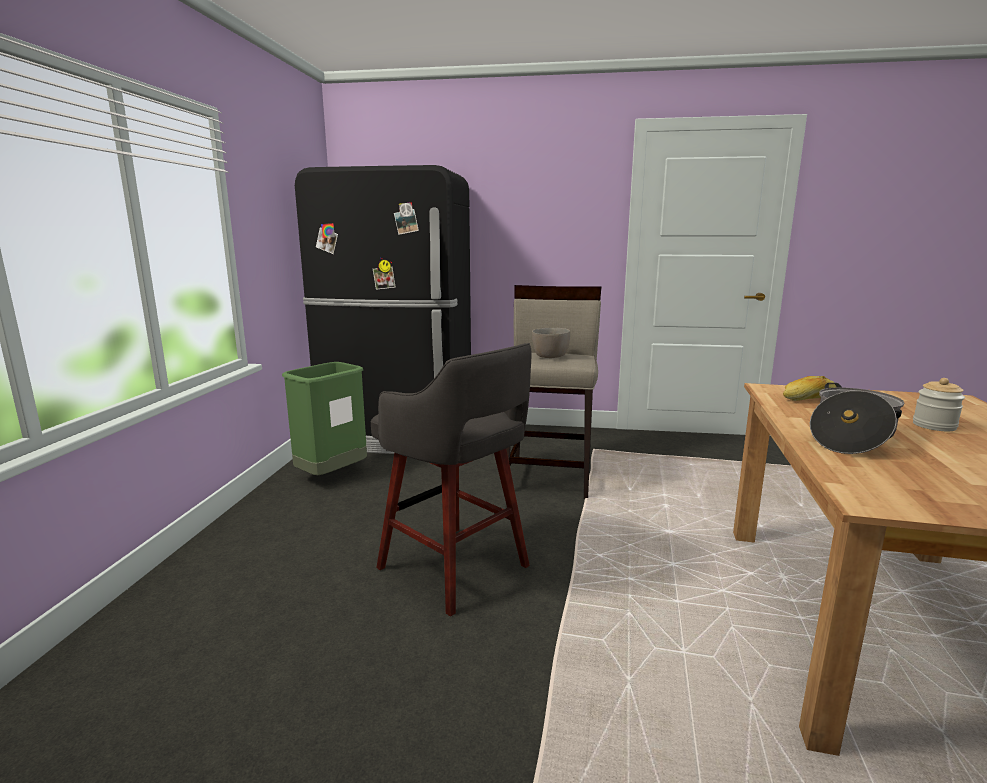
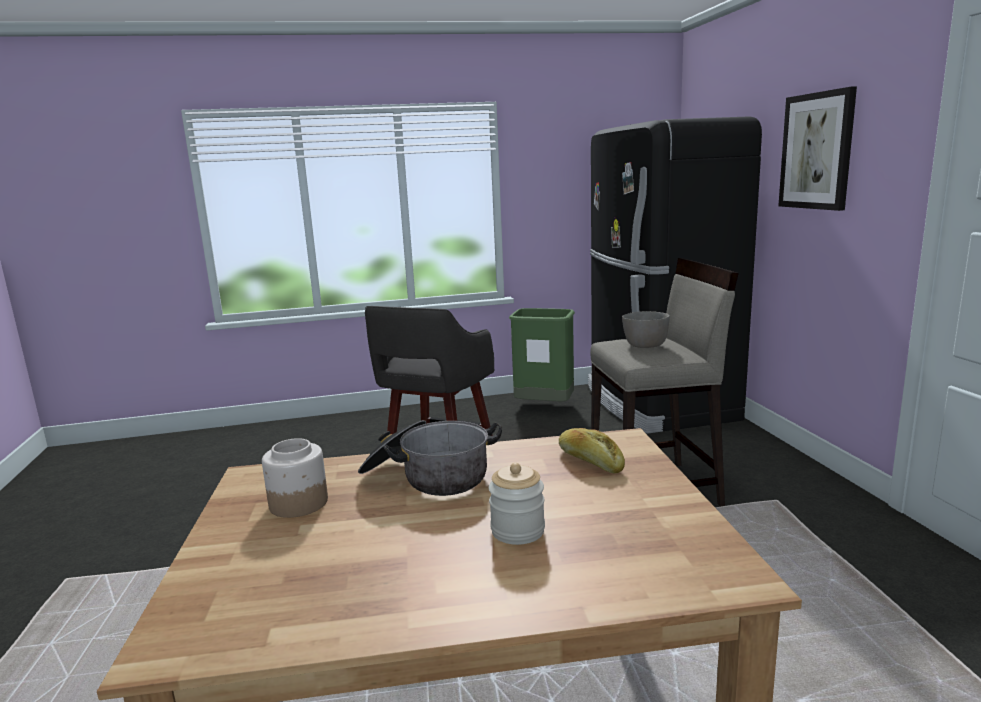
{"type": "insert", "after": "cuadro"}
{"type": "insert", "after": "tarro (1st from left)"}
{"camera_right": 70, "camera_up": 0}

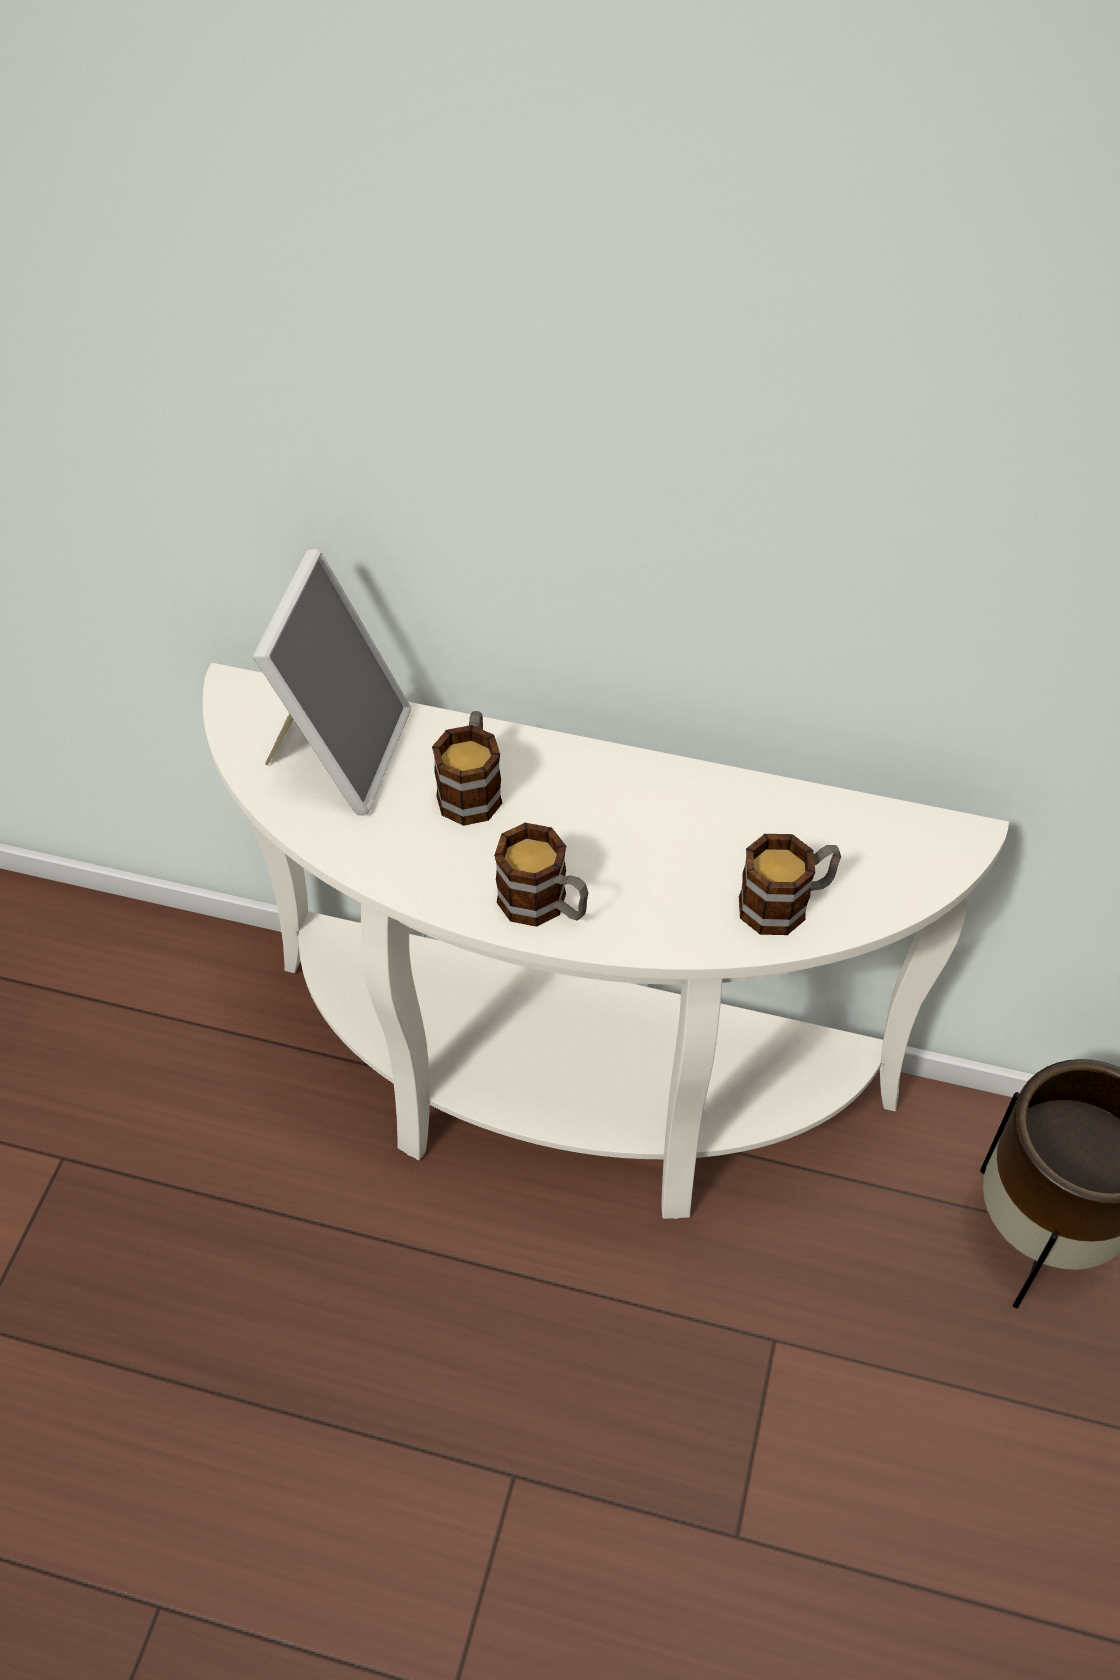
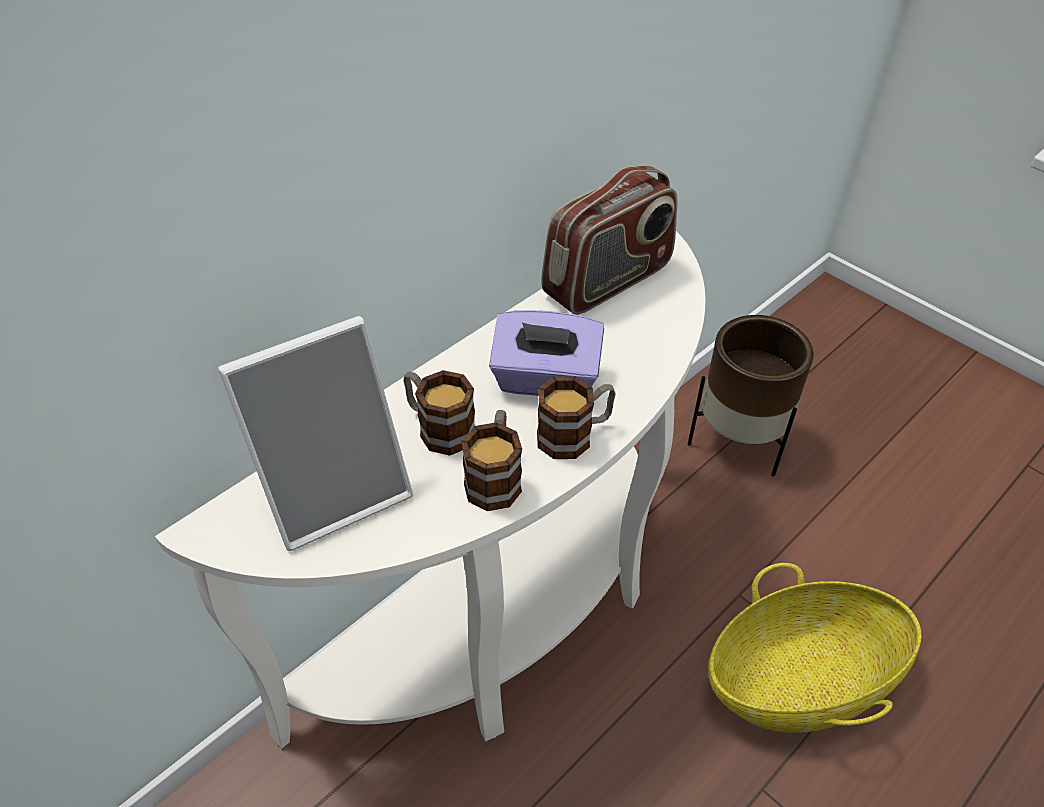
{"type": "rotate", "before": "portarretratos", "turn": 105}
{"type": "move", "before": "taza grande (3rd from left in the first image)", "after": "taza grande (2nd from left)"}
{"type": "insert", "after": "radio"}
{"type": "insert", "after": "caja de pañuelos [morado]"}
{"type": "insert", "after": "cesta"}
{"camera_right": -60, "camera_up": -5}

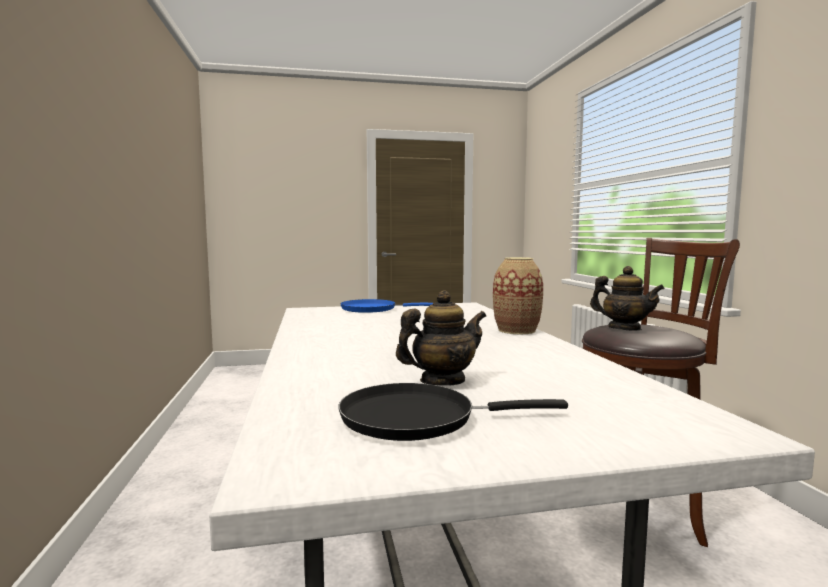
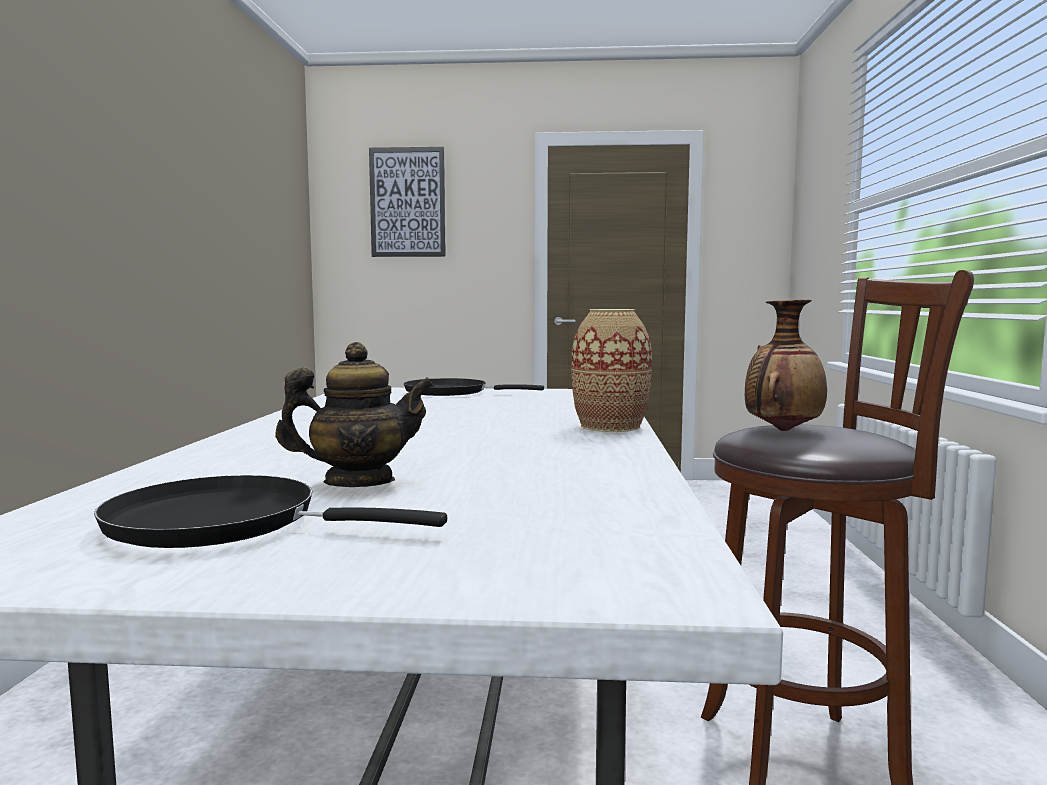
{"type": "replace", "before": "tetera (2nd from left)", "after": "florero (2nd from left)"}
{"type": "recolor", "before": "sartén [azul]", "after": "sartén [negro] (2nd from left)"}
{"type": "insert", "after": "cuadro"}
{"camera_right": 15, "camera_up": 0}

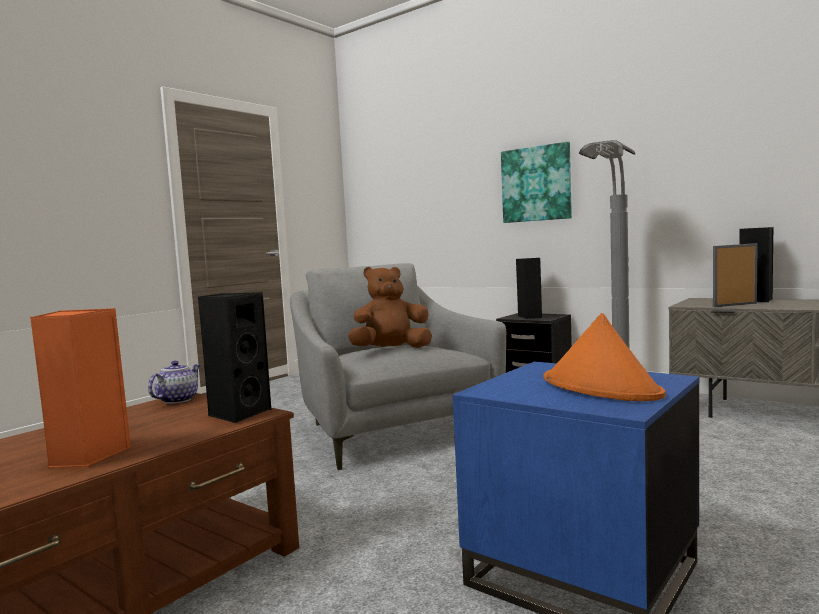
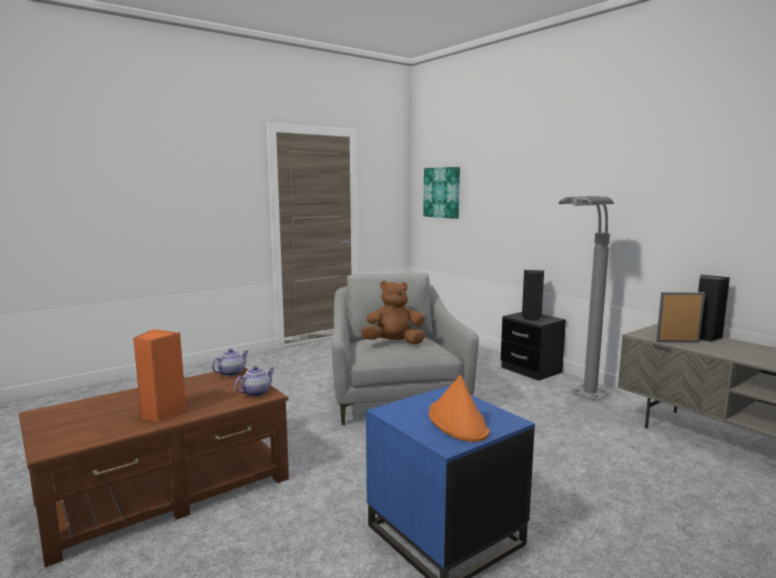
{"type": "move", "before": "cuadro"}
{"type": "replace", "before": "altavoz [negro] (1st from left)", "after": "tetera (2nd from left)"}
{"camera_right": 15, "camera_up": 5}

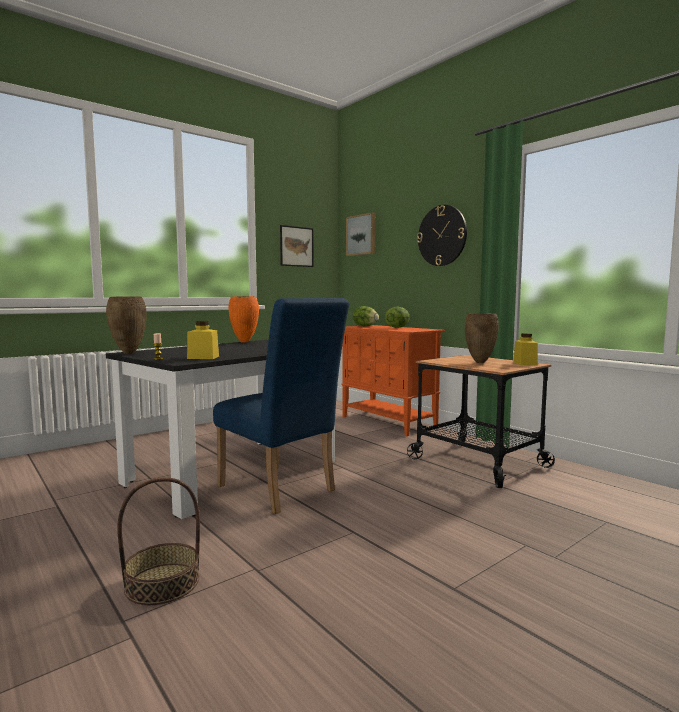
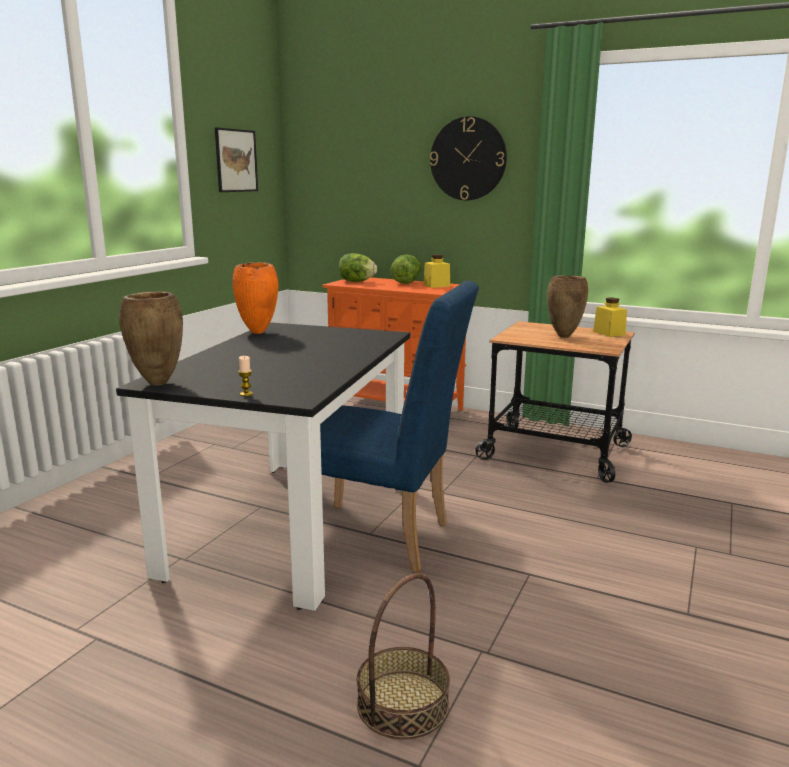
{"type": "delete", "before": "cuadro (2nd from left)"}
{"type": "move", "before": "tarro [amarillo] (1st from left)"}
{"camera_right": -25, "camera_up": 10}

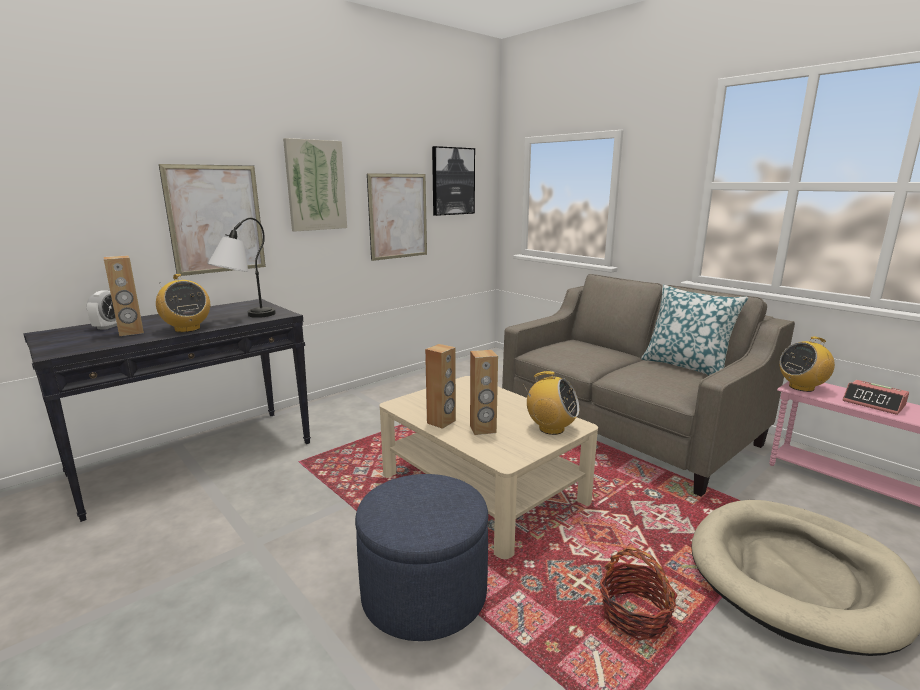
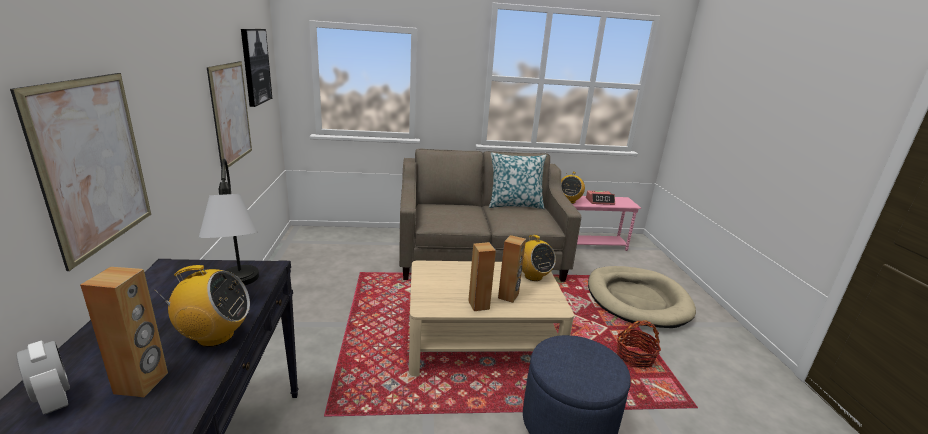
{"type": "delete", "before": "cuadro (2nd from left)"}
{"type": "rotate", "before": "radio (2nd from left)", "turn": 90}
{"camera_right": -55, "camera_up": 5}

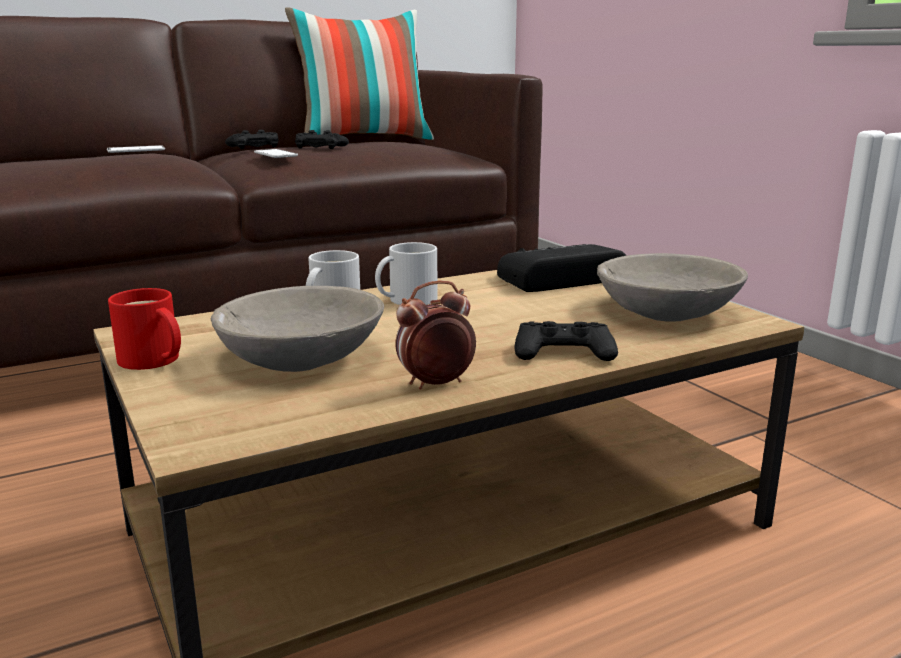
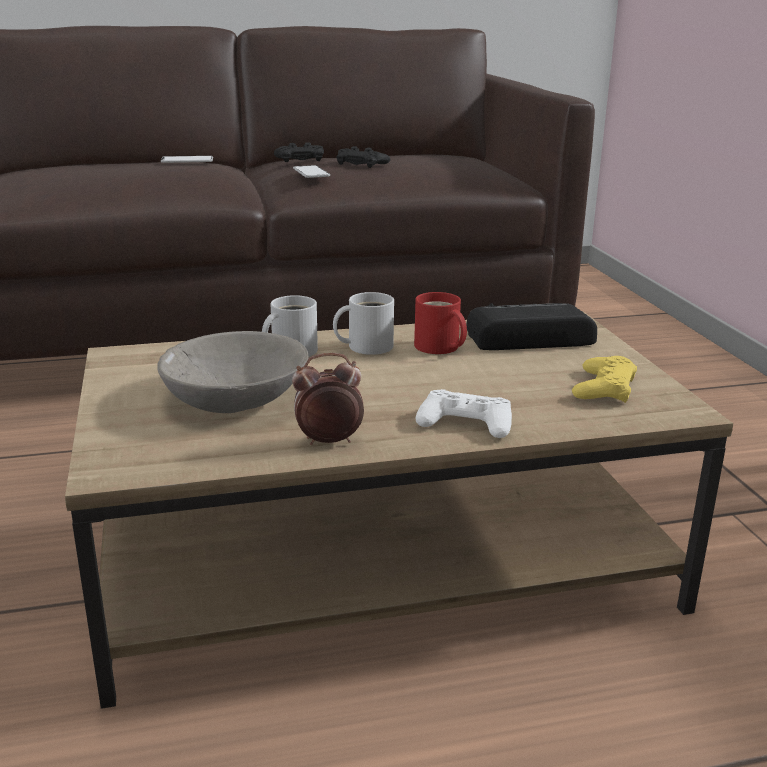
{"type": "delete", "before": "cojín"}
{"type": "replace", "before": "cuenco [gris] (2nd from left)", "after": "mando de consola [amarillo]"}
{"type": "move", "before": "taza grande [rojo]"}
{"type": "recolor", "before": "mando de consola [negro] (3rd from left)", "after": "mando de consola [blanco]"}
{"camera_right": 15, "camera_up": 5}

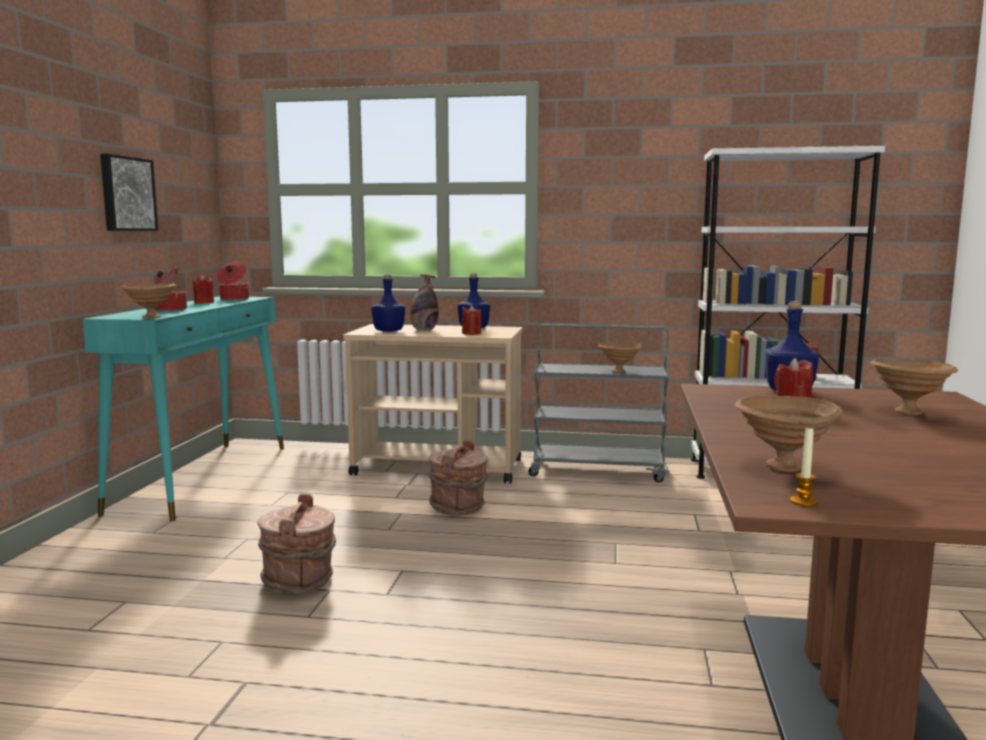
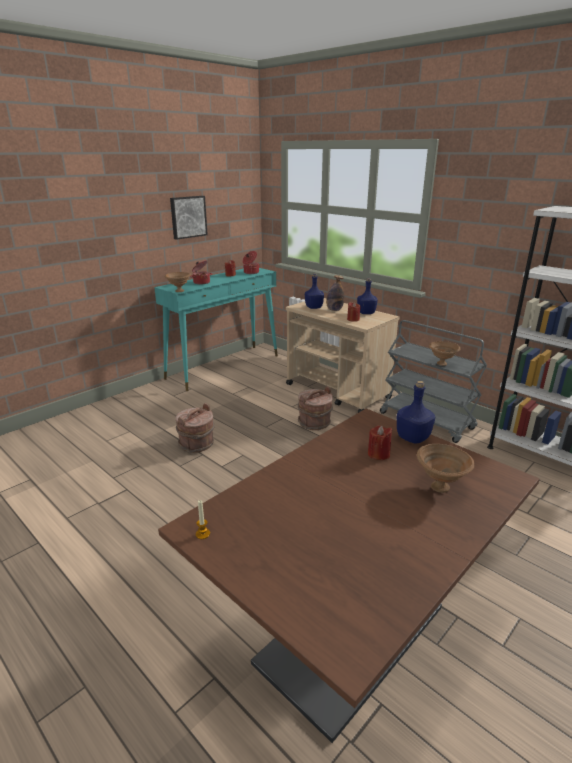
{"type": "delete", "before": "cuenco [marrón] (3rd from left)"}
{"camera_right": 35, "camera_up": 15}

